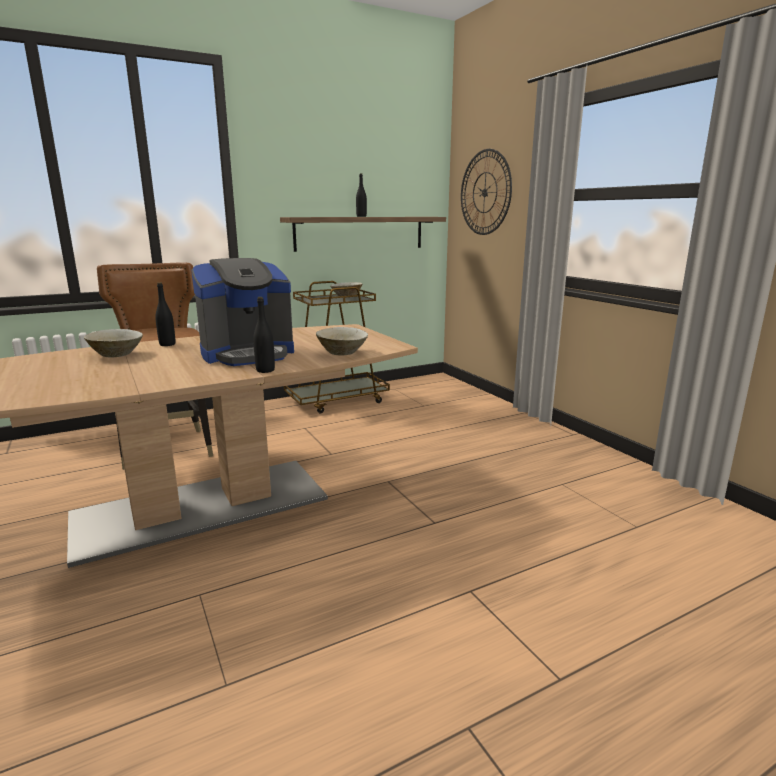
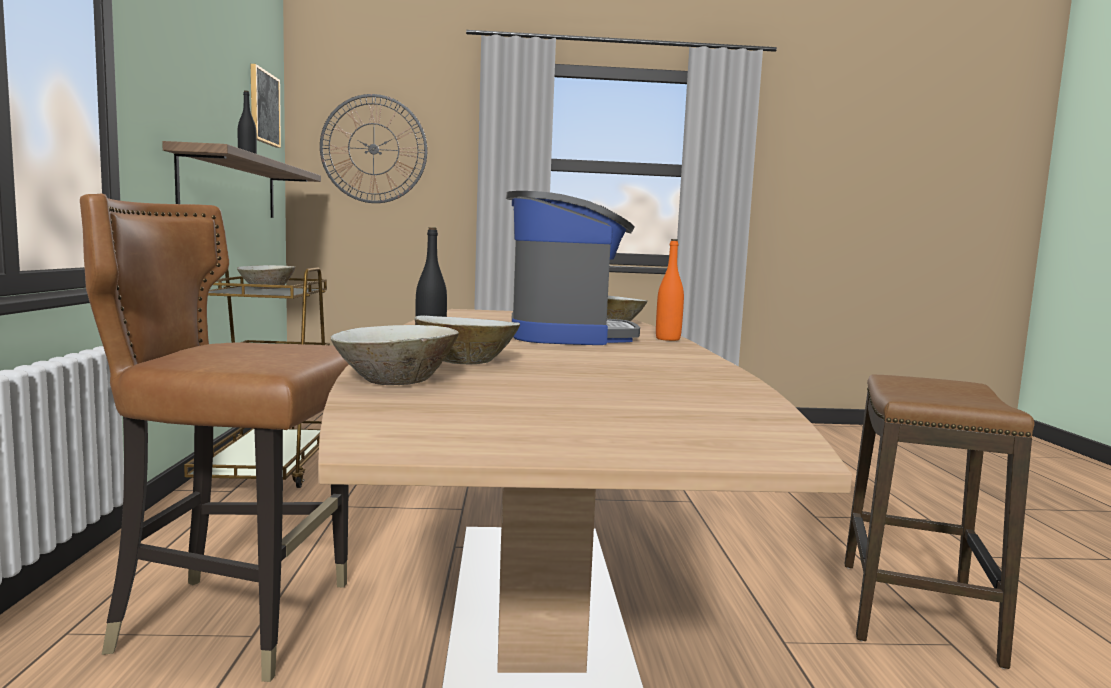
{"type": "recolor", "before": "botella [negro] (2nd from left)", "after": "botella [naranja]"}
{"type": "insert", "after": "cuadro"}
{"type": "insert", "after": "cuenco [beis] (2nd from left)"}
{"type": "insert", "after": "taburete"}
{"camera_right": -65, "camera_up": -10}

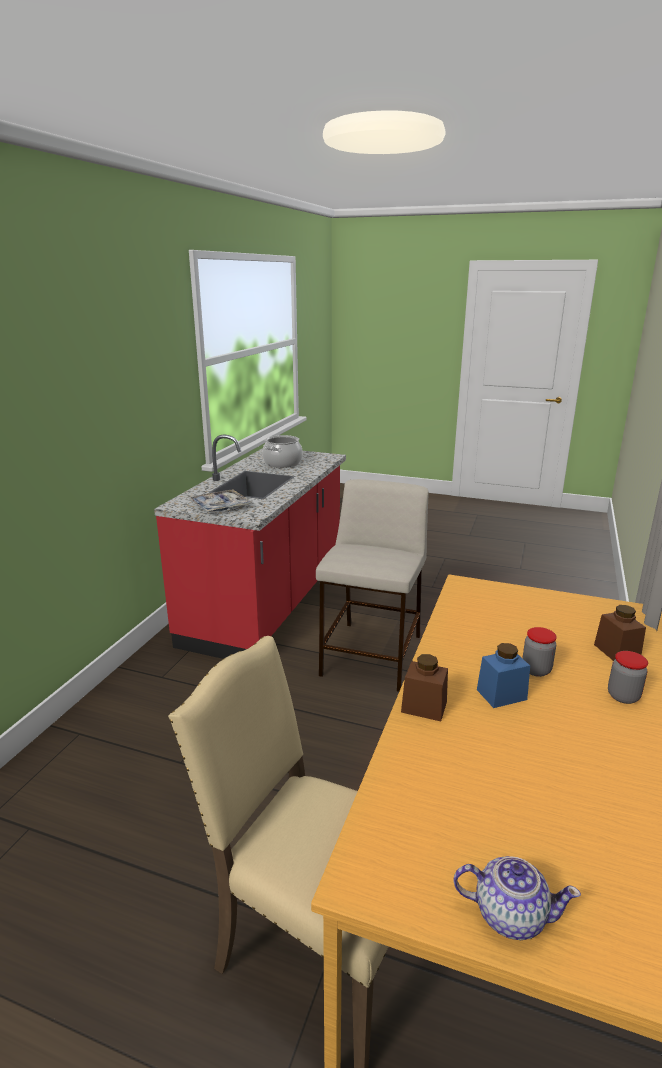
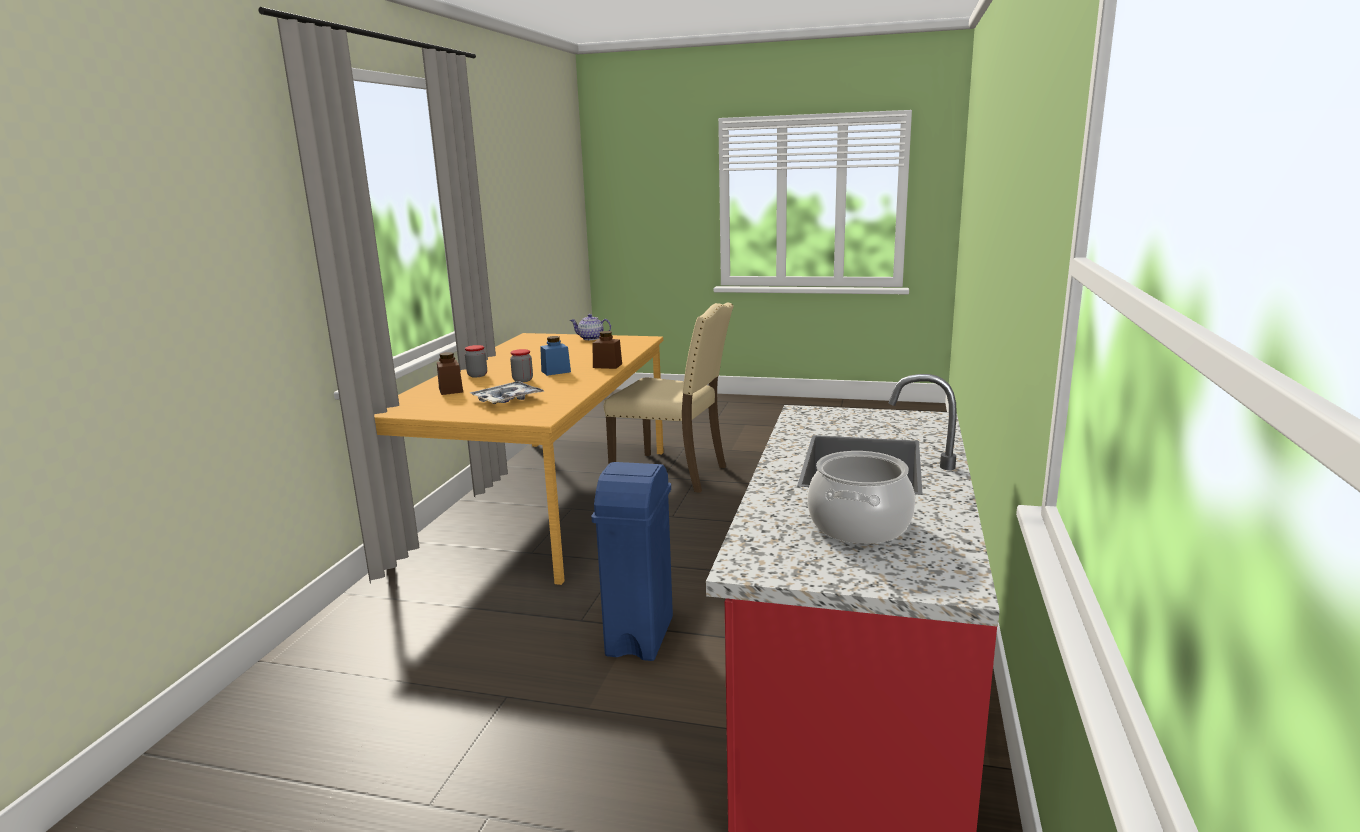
{"type": "replace", "before": "taburete [beis]", "after": "papelera [azul]"}
{"type": "move", "before": "bandeja"}
{"camera_right": 175, "camera_up": -5}

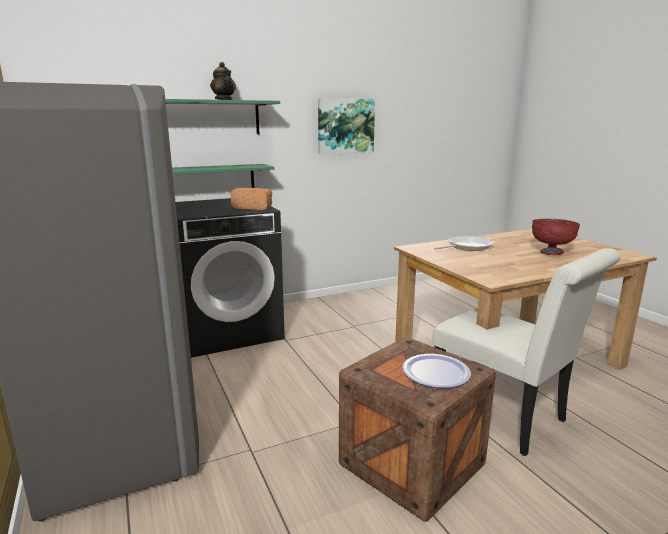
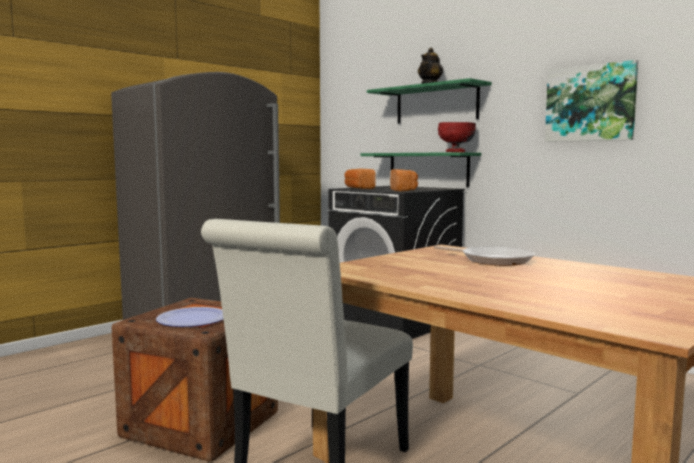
{"type": "move", "before": "cuenco [rojo]"}
{"type": "insert", "after": "pan (1st from left)"}
{"camera_right": 70, "camera_up": -10}

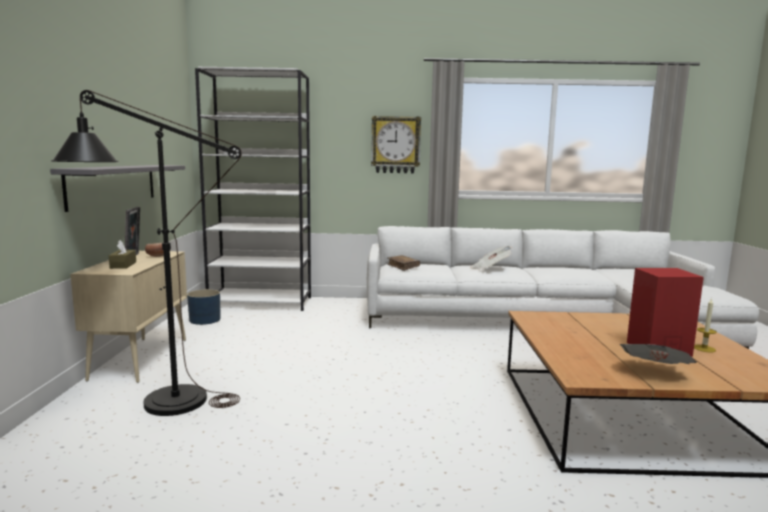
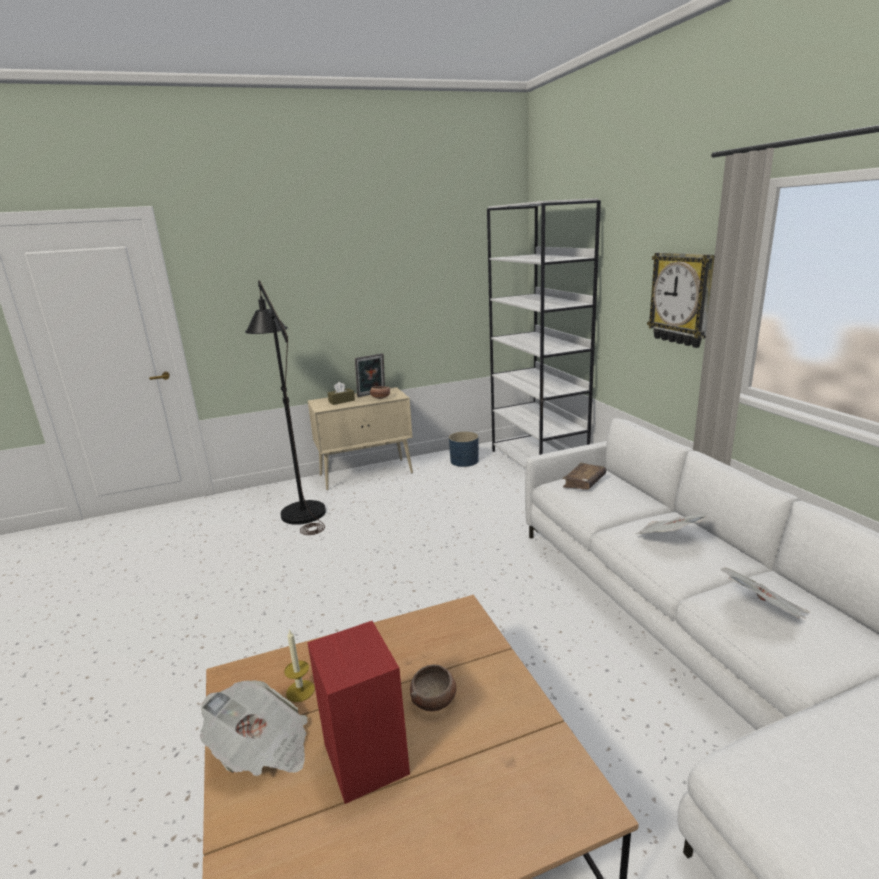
{"type": "delete", "before": "estante [gris]"}
{"type": "move", "before": "vela"}
{"type": "insert", "after": "periódico (3rd from left)"}
{"type": "insert", "after": "cuenco (2nd from left)"}
{"camera_right": 70, "camera_up": 10}

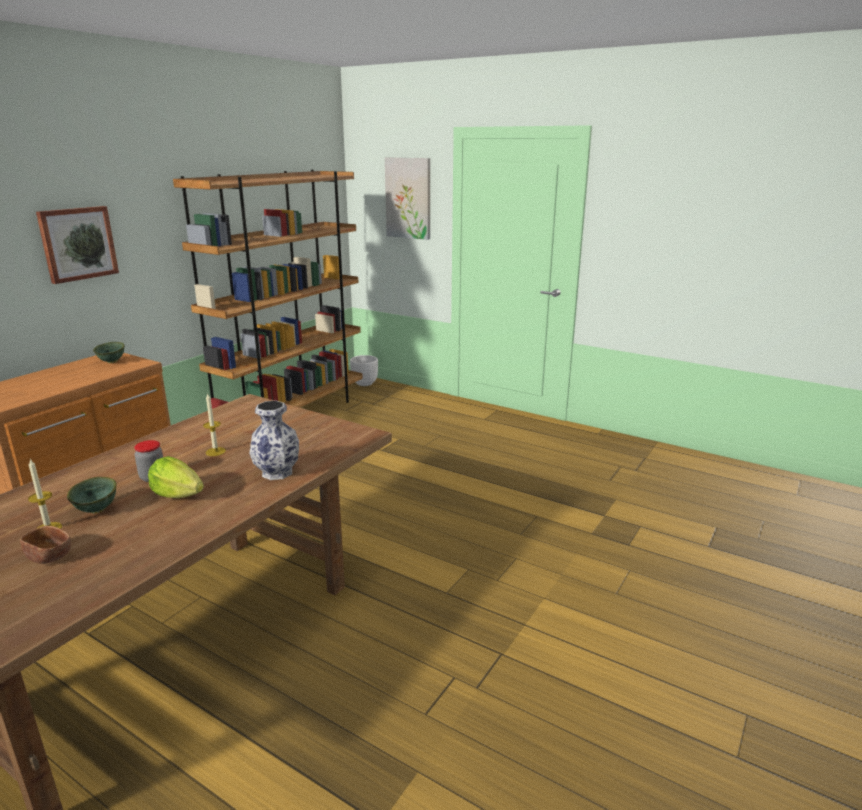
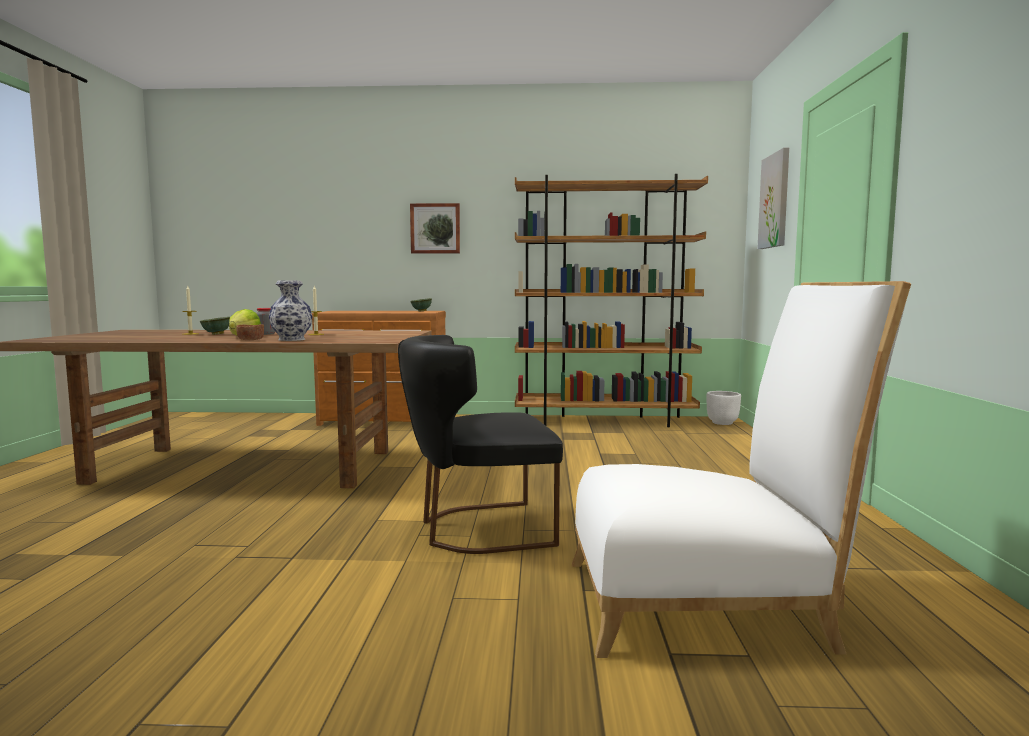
{"type": "move", "before": "cuenco [marrón]"}
{"type": "insert", "after": "silla [blanco]"}
{"type": "insert", "after": "silla [negro]"}
{"camera_right": 60, "camera_up": -15}

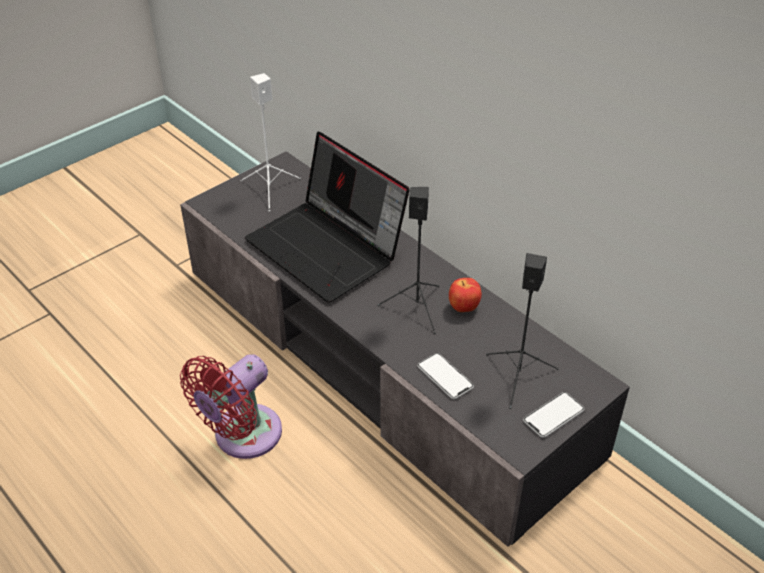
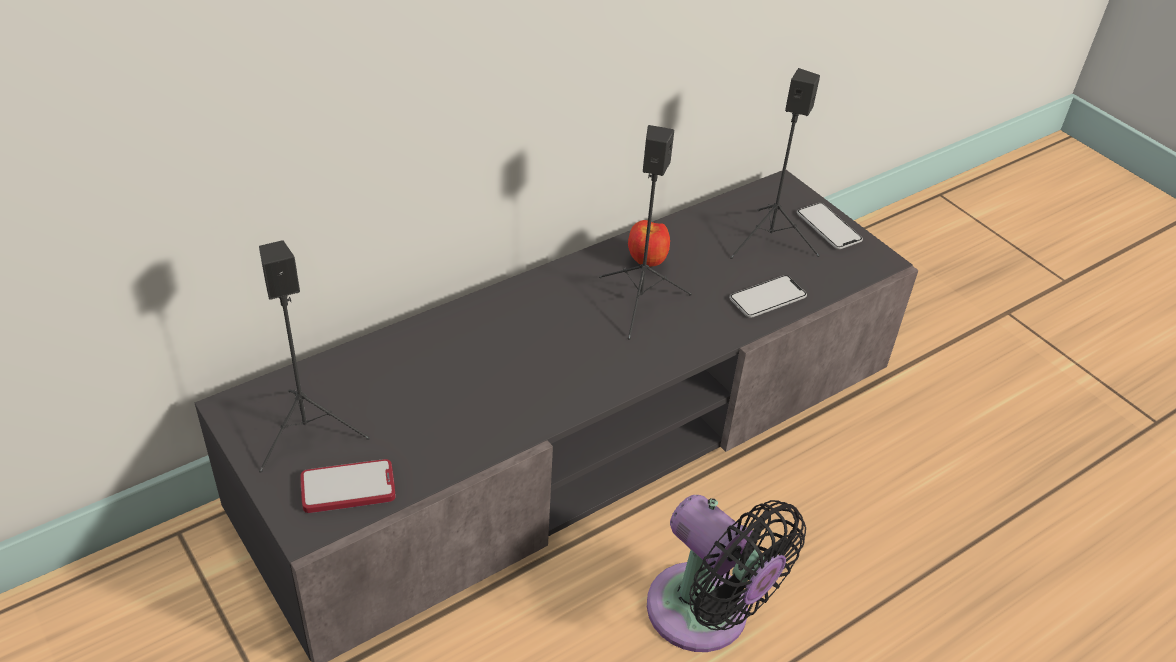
{"type": "recolor", "before": "altavoz [blanco]", "after": "altavoz [negro] (1st from left)"}
{"type": "delete", "before": "portátil"}
{"type": "recolor", "before": "ventilador [rojo]", "after": "ventilador [negro]"}
{"type": "insert", "after": "móvil (1st from left)"}
{"camera_right": -85, "camera_up": 0}

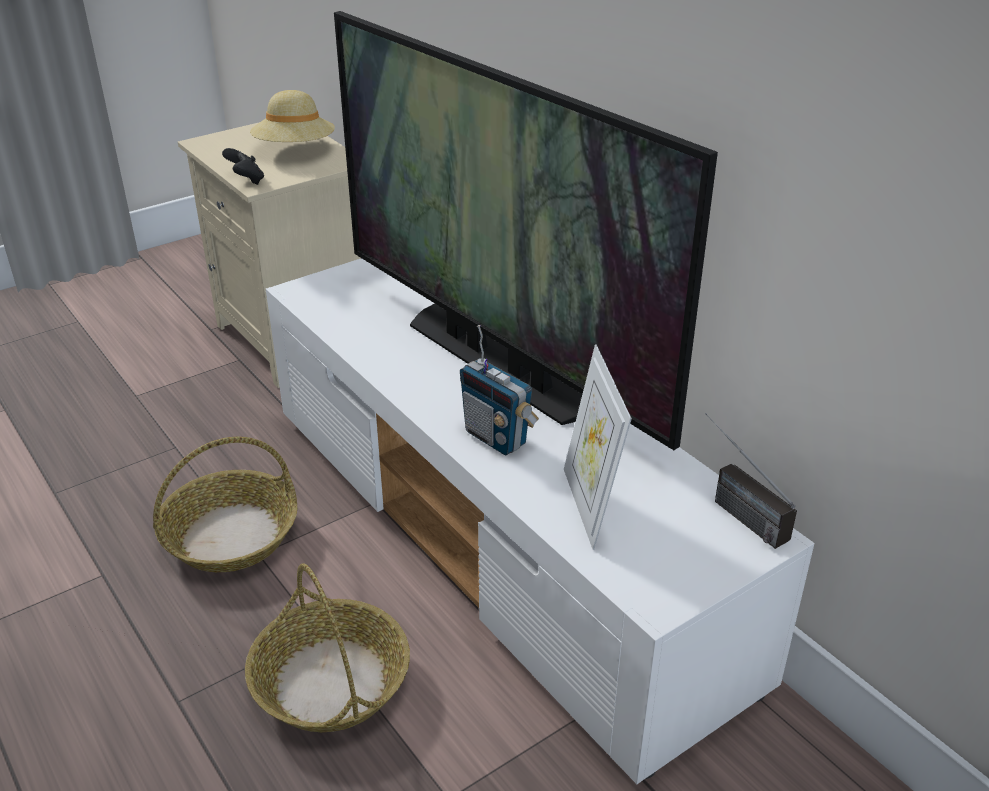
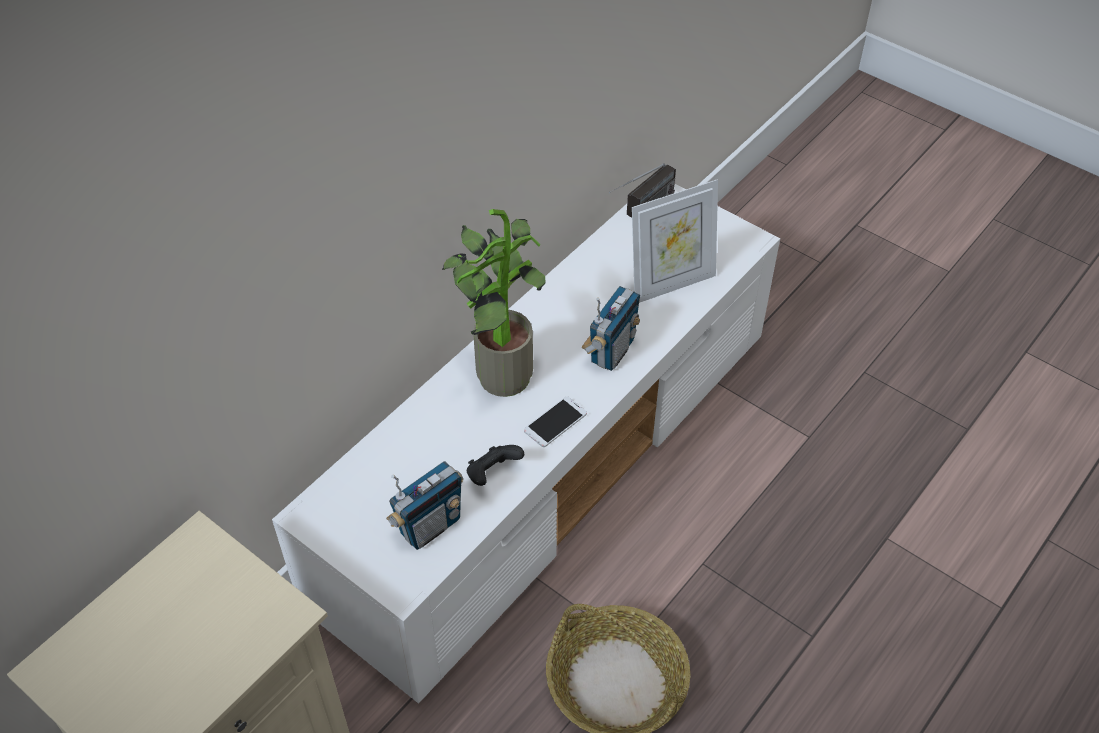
{"type": "replace", "before": "televisor", "after": "planta en maceta"}
{"type": "delete", "before": "sombrero [beis]"}
{"type": "move", "before": "mando de consola [negro]"}
{"type": "delete", "before": "cesta (2nd from left)"}
{"type": "insert", "after": "móvil"}
{"type": "insert", "after": "radio (1st from left)"}
{"camera_right": -105, "camera_up": 15}

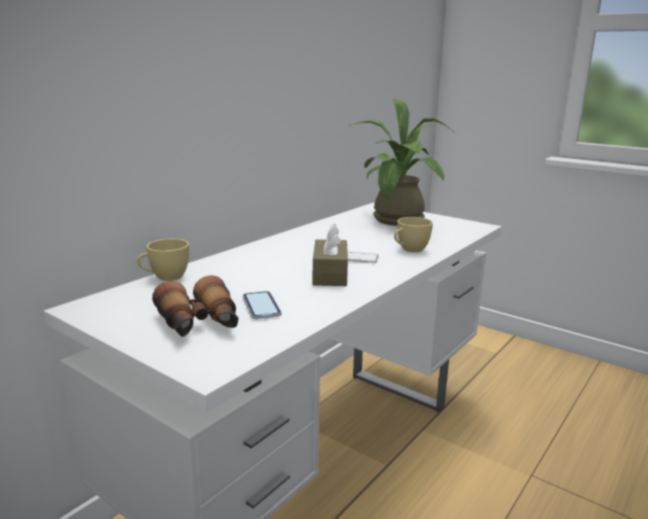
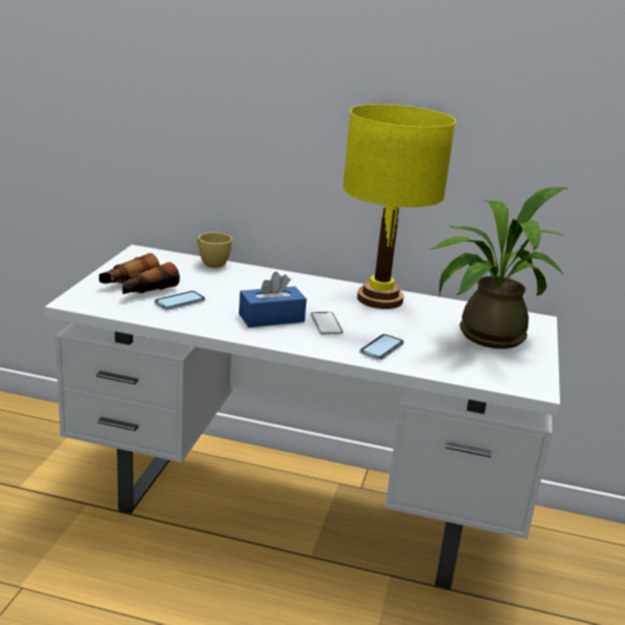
{"type": "replace", "before": "taza [amarillo] (2nd from left)", "after": "móvil (3rd from left)"}
{"type": "recolor", "before": "caja de pañuelos [marrón]", "after": "caja de pañuelos [azul]"}
{"type": "insert", "after": "lámpara de mesa [amarillo]"}
{"camera_right": 65, "camera_up": 5}

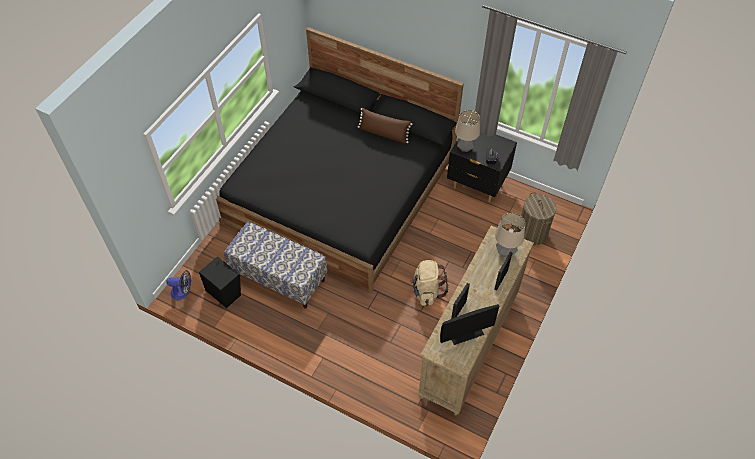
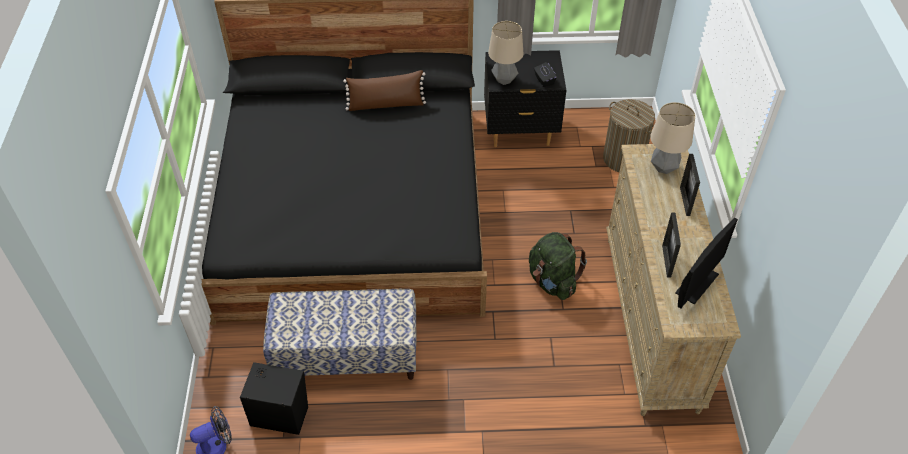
{"type": "recolor", "before": "mochila [beis]", "after": "mochila [verde]"}
{"camera_right": -30, "camera_up": -5}

